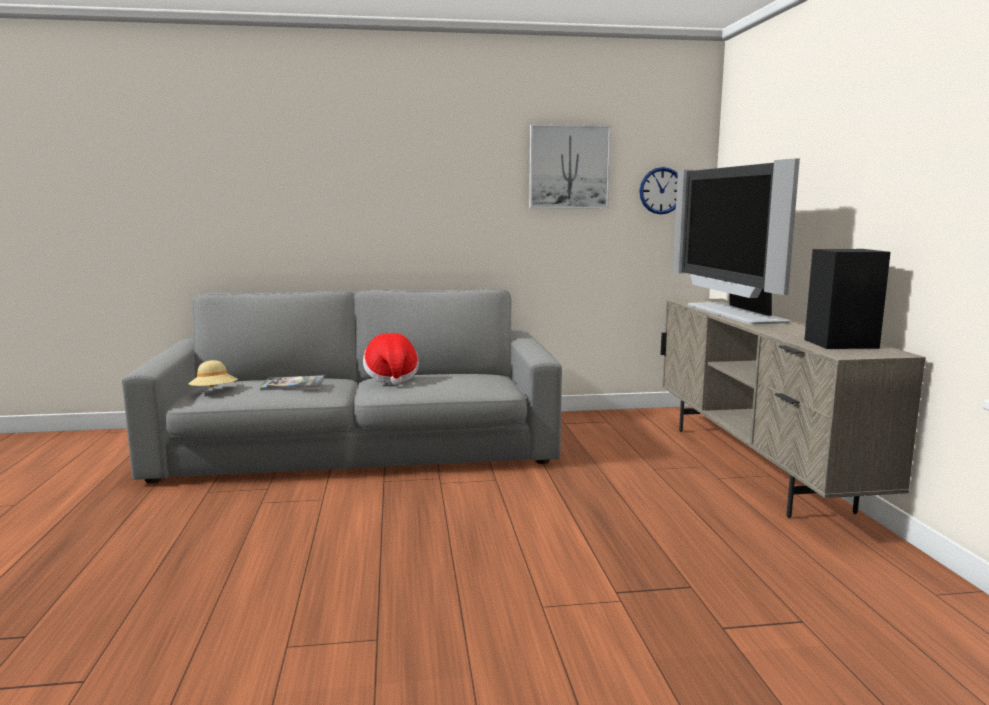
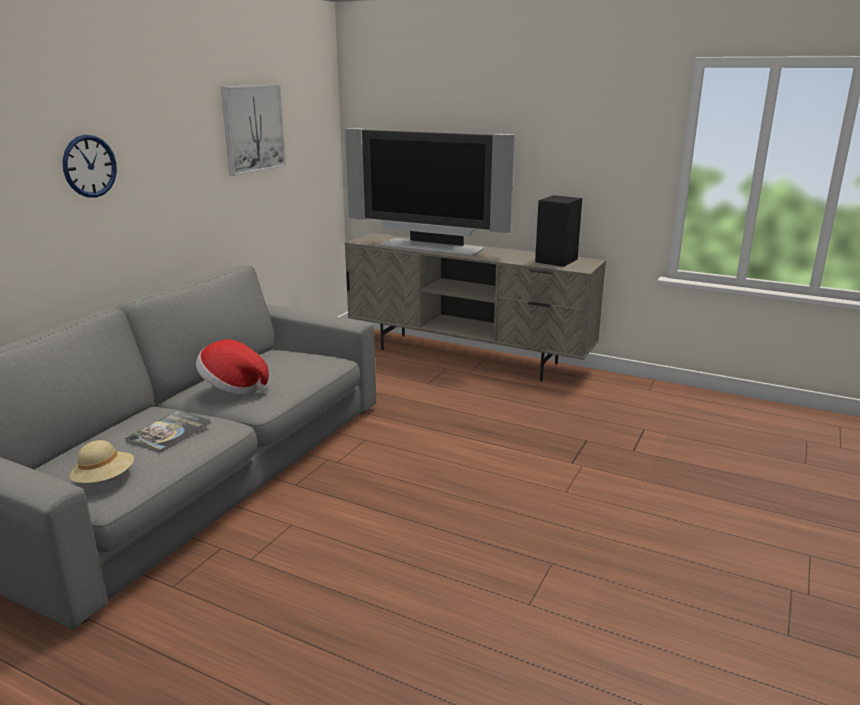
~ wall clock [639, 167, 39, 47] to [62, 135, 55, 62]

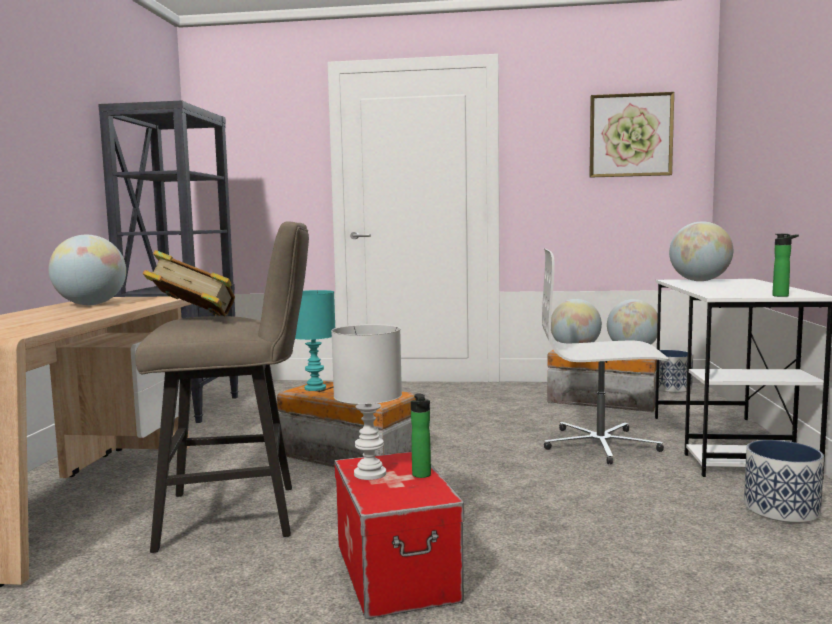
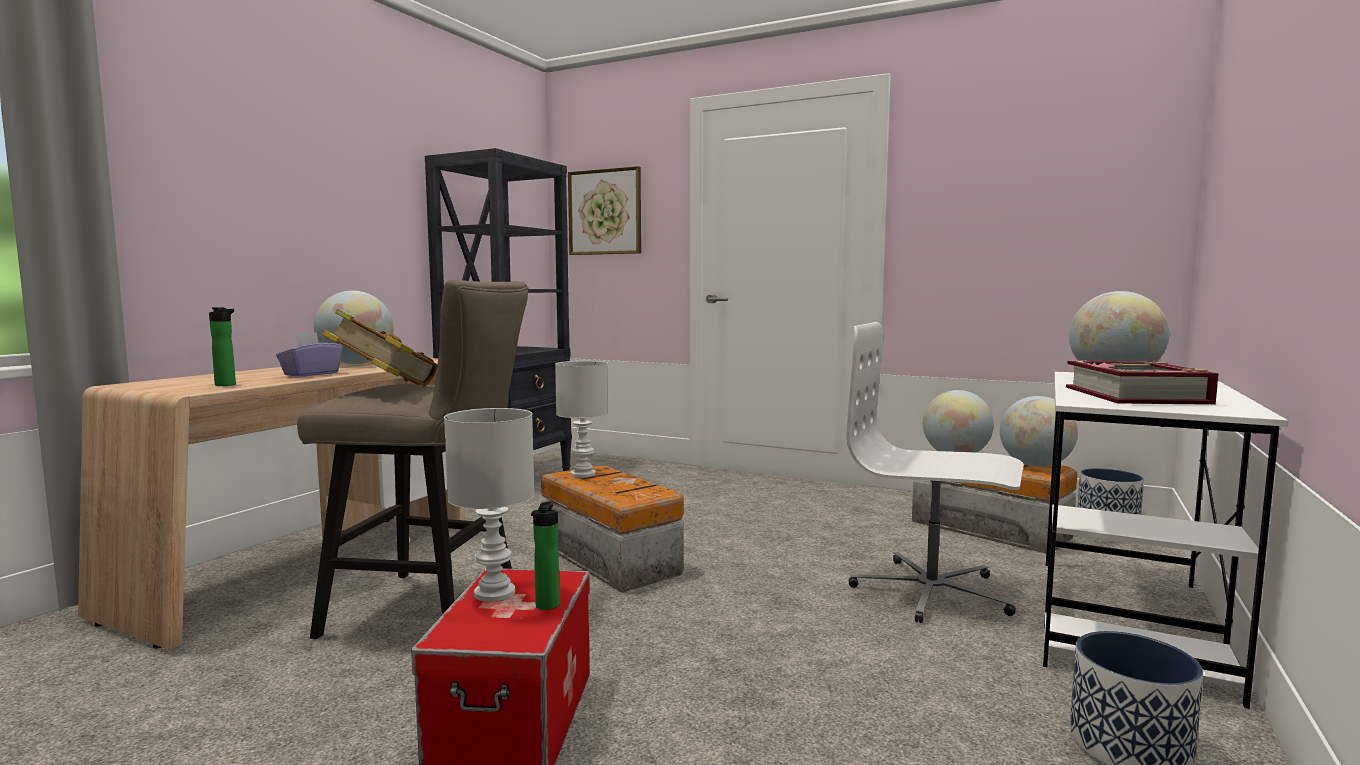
~ bottle [772, 234, 27, 63] to [209, 307, 27, 79]
+ purple tissue box [276, 332, 67, 45]
~ turquoise table lamp [295, 290, 40, 101] to white table lamp [555, 361, 53, 117]
~ picture [590, 92, 84, 86] to [568, 166, 73, 89]
+ book [1066, 360, 153, 45]

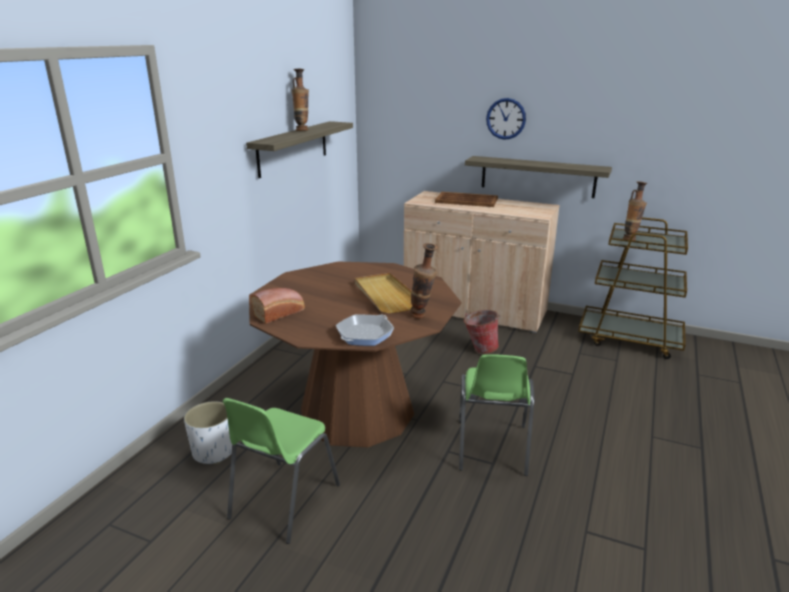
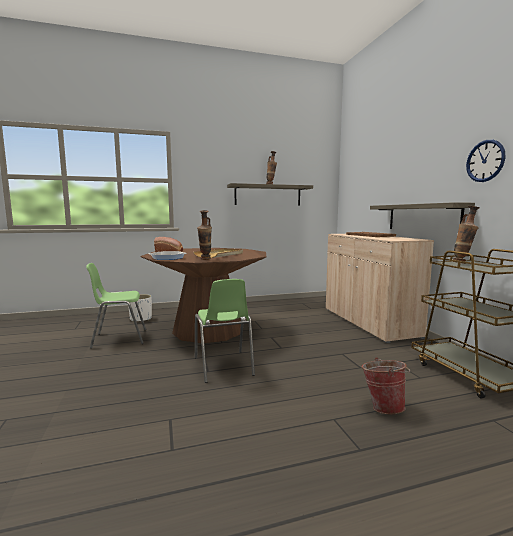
~ green chair [459, 354, 75, 122] = [195, 279, 60, 104] 75 degrees counterclockwise
~ bucket [464, 310, 37, 44] to [361, 358, 49, 56]
~ wall clock [486, 98, 40, 42] to [466, 140, 39, 42]

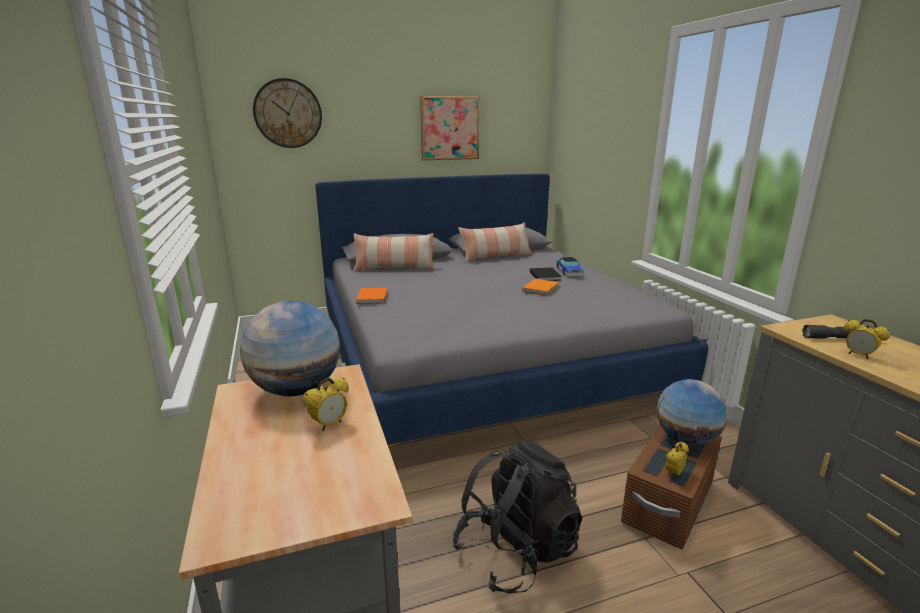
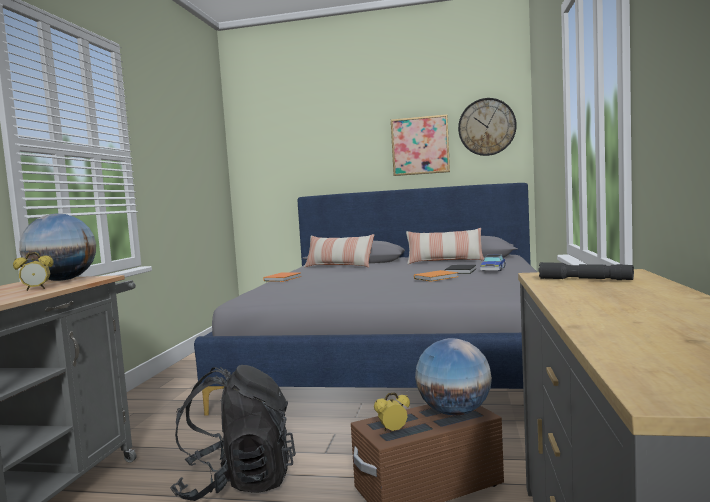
~ wall clock [253, 78, 69, 70] to [458, 98, 59, 58]
- alarm clock [844, 319, 46, 40]

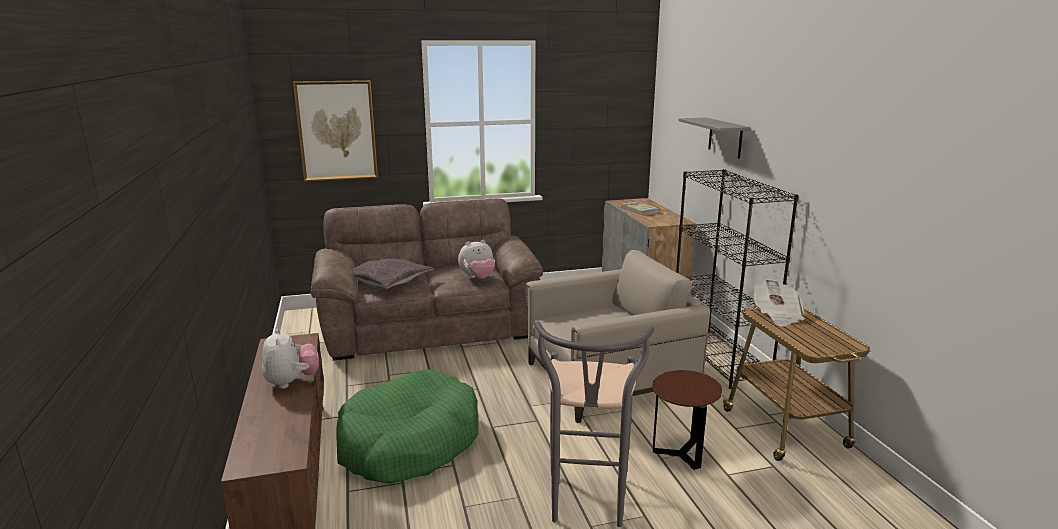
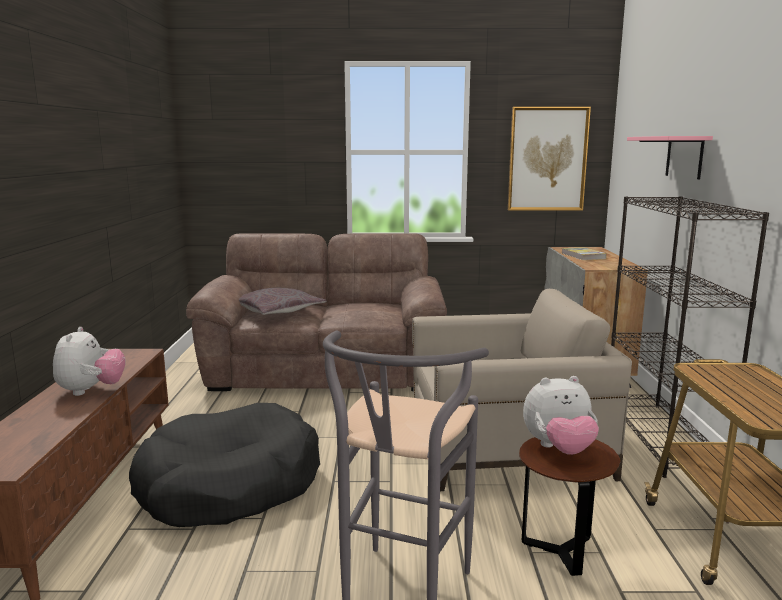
~ green dog bed [336, 369, 143, 114] to black dog bed [129, 403, 191, 124]
~ picture [293, 80, 85, 101] to [508, 107, 83, 104]
~ plush toy [458, 240, 37, 39] to [523, 376, 76, 79]
~ grey shelf [679, 117, 71, 42] to pink shelf [627, 136, 86, 43]
- newspaper [753, 279, 51, 47]

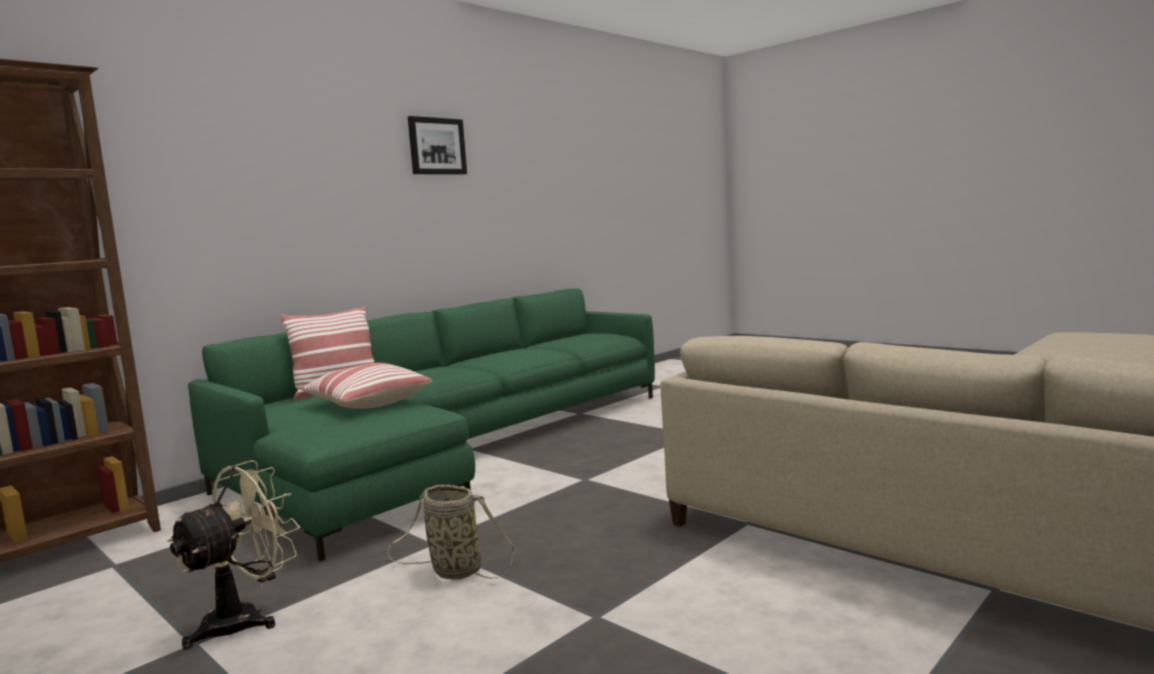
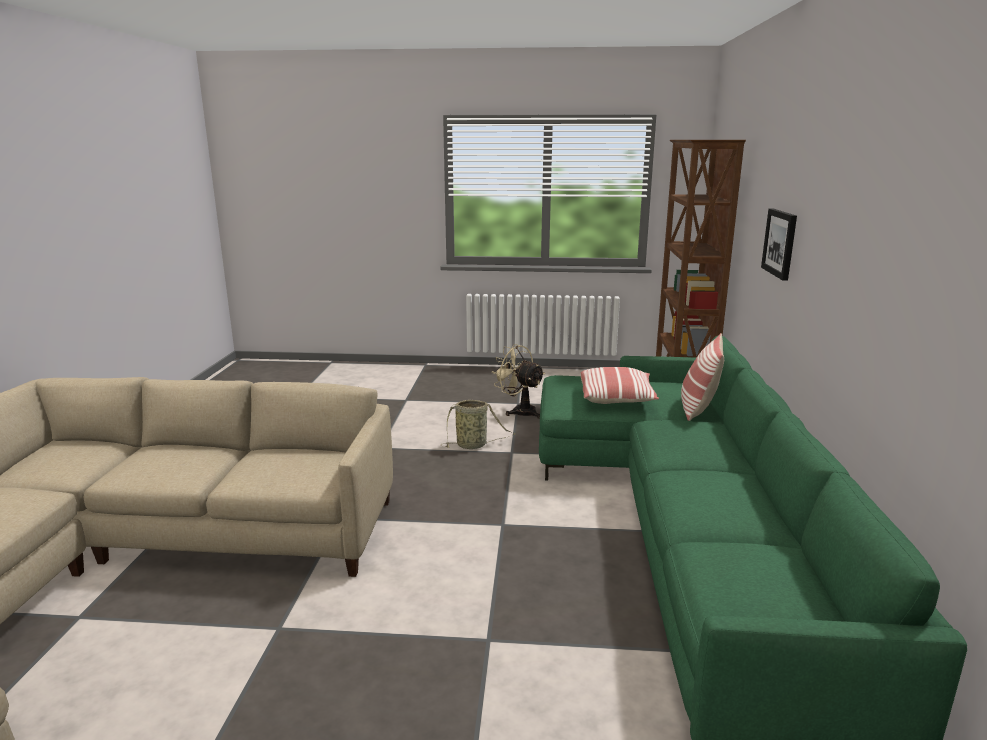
~ beige fan [167, 460, 133, 189] = [492, 344, 53, 75] 135 degrees clockwise
~ picture [408, 116, 59, 58] to [761, 209, 36, 72]

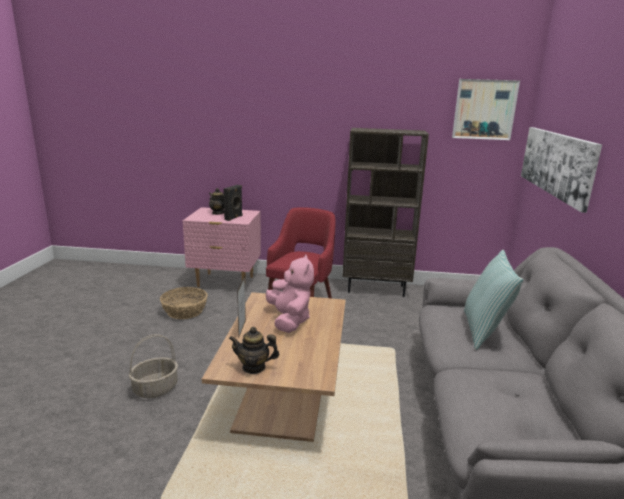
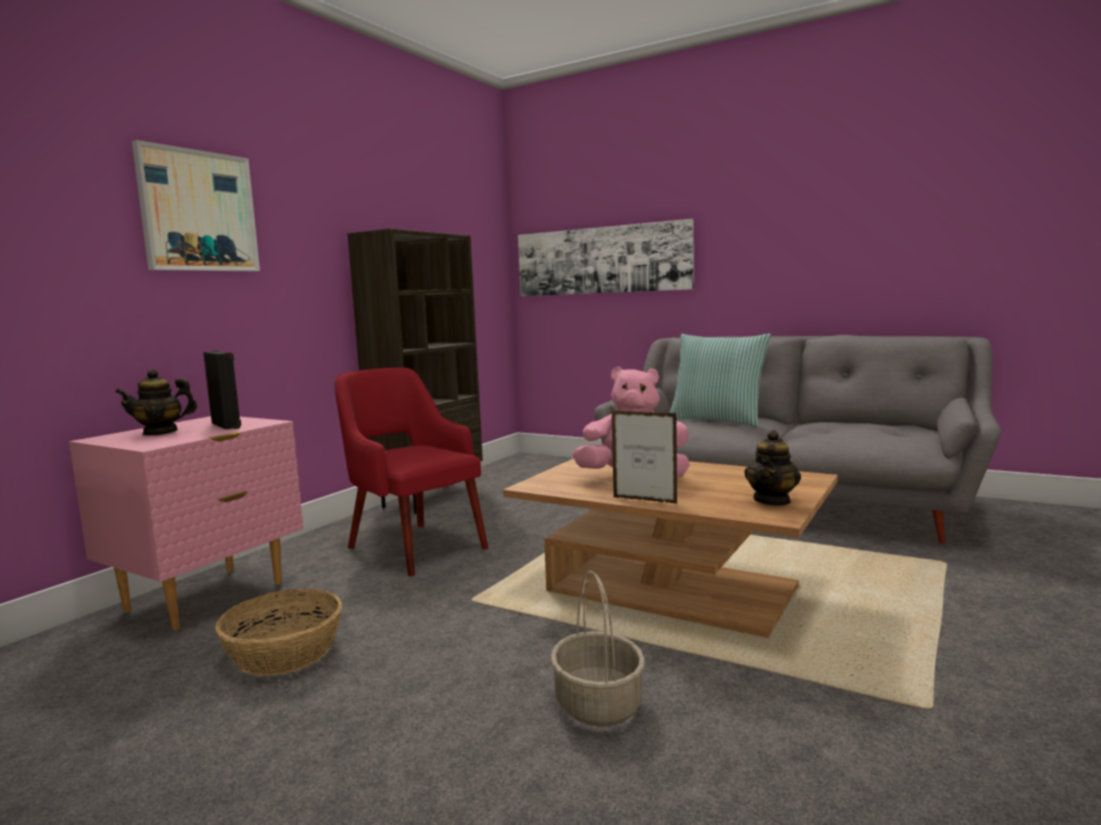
~ picture [452, 79, 68, 61] to [132, 140, 128, 131]

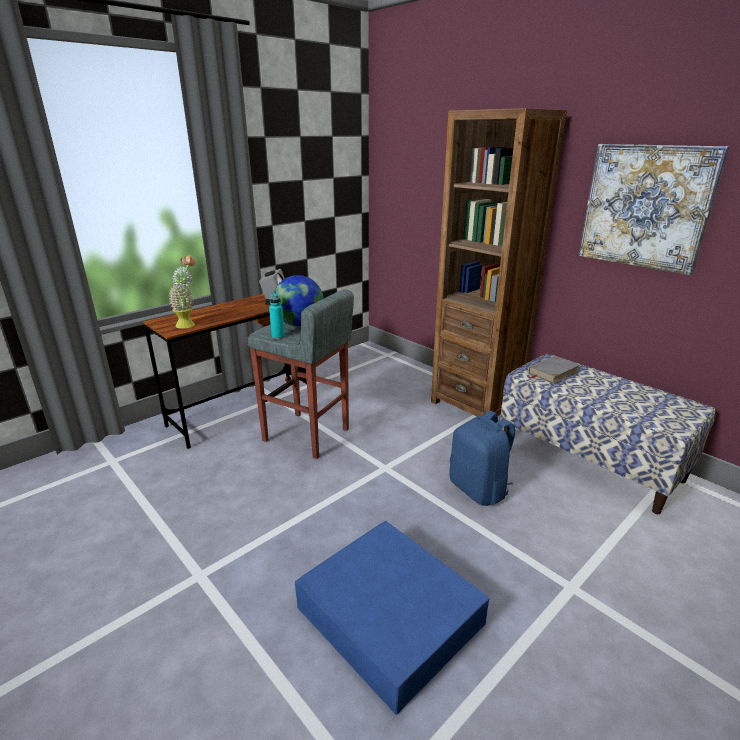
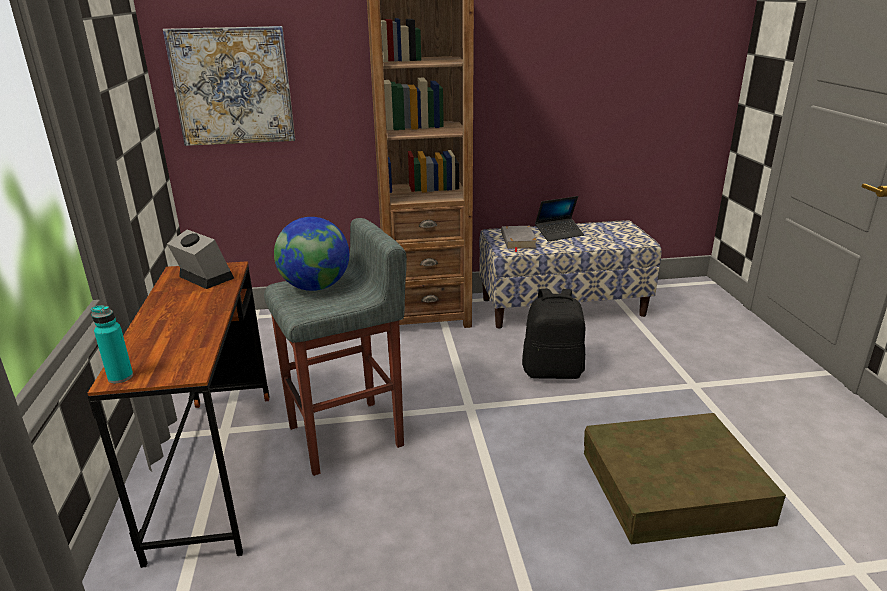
~ turquoise bottle [269, 293, 16, 46] to [91, 305, 42, 78]
~ picture [578, 144, 151, 131] to [163, 26, 132, 120]
~ blue backpack [449, 410, 66, 96] to black backpack [522, 289, 63, 90]
+ laptop [535, 196, 49, 46]
~ blue storage box [295, 521, 195, 194] to brown storage box [584, 413, 202, 131]
- potted plant [168, 255, 28, 74]

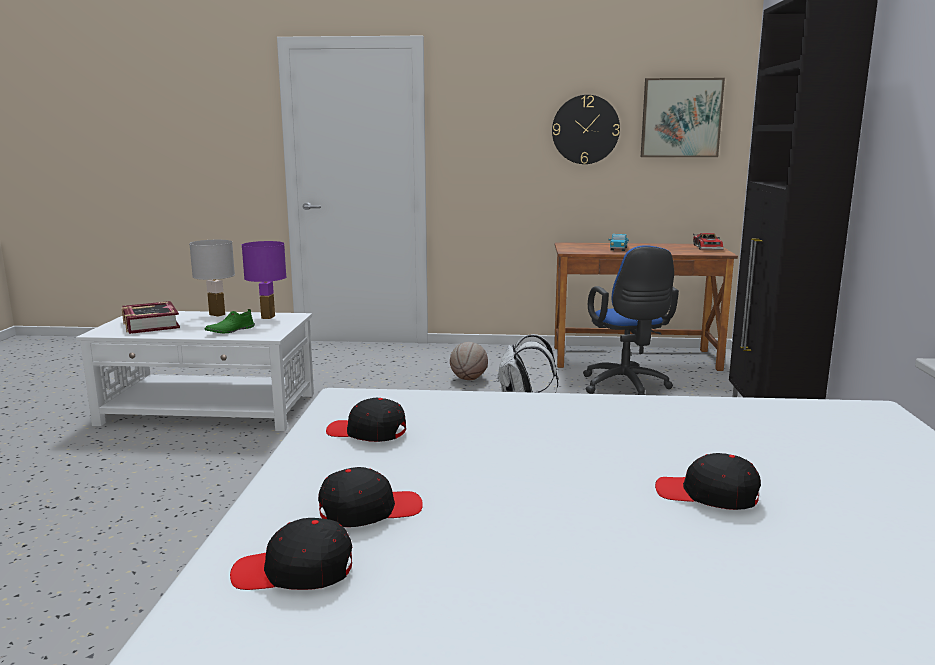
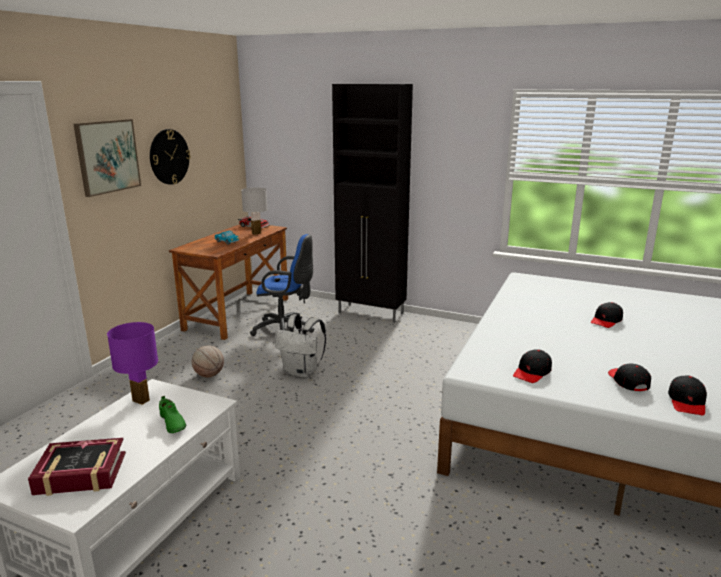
~ picture [641, 78, 84, 79] to [73, 119, 68, 78]
~ white table lamp [189, 240, 46, 77] to [241, 187, 27, 48]

